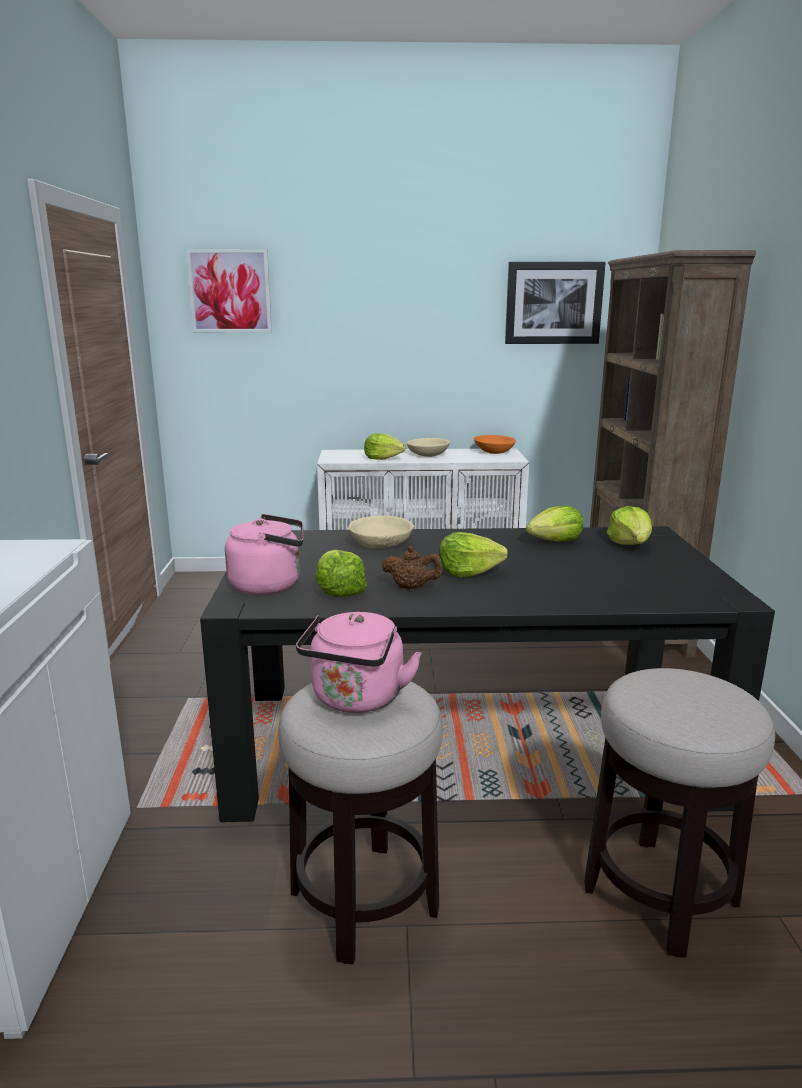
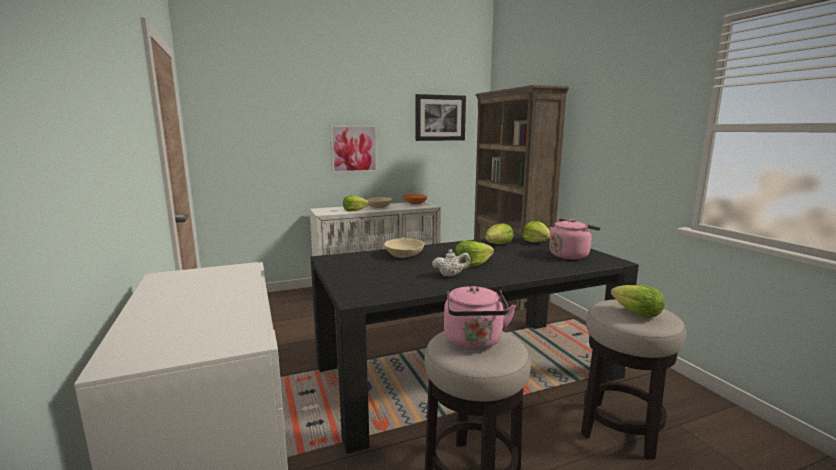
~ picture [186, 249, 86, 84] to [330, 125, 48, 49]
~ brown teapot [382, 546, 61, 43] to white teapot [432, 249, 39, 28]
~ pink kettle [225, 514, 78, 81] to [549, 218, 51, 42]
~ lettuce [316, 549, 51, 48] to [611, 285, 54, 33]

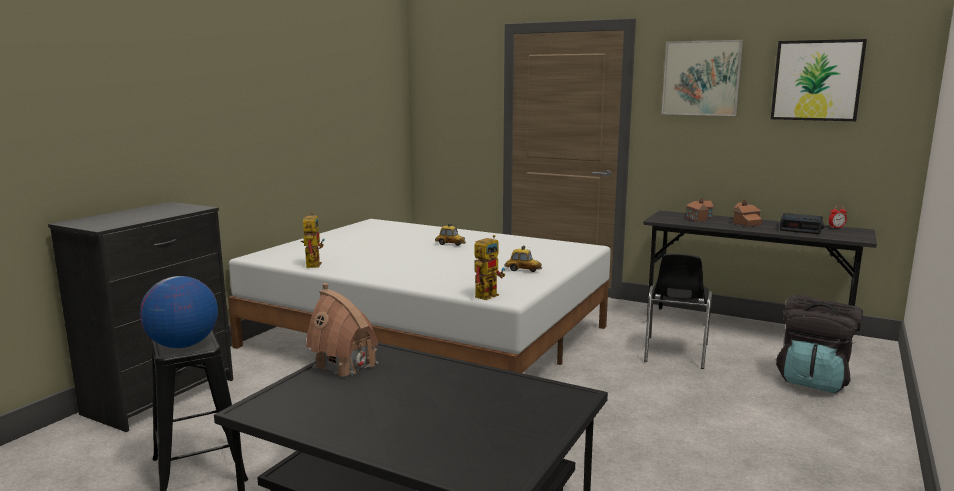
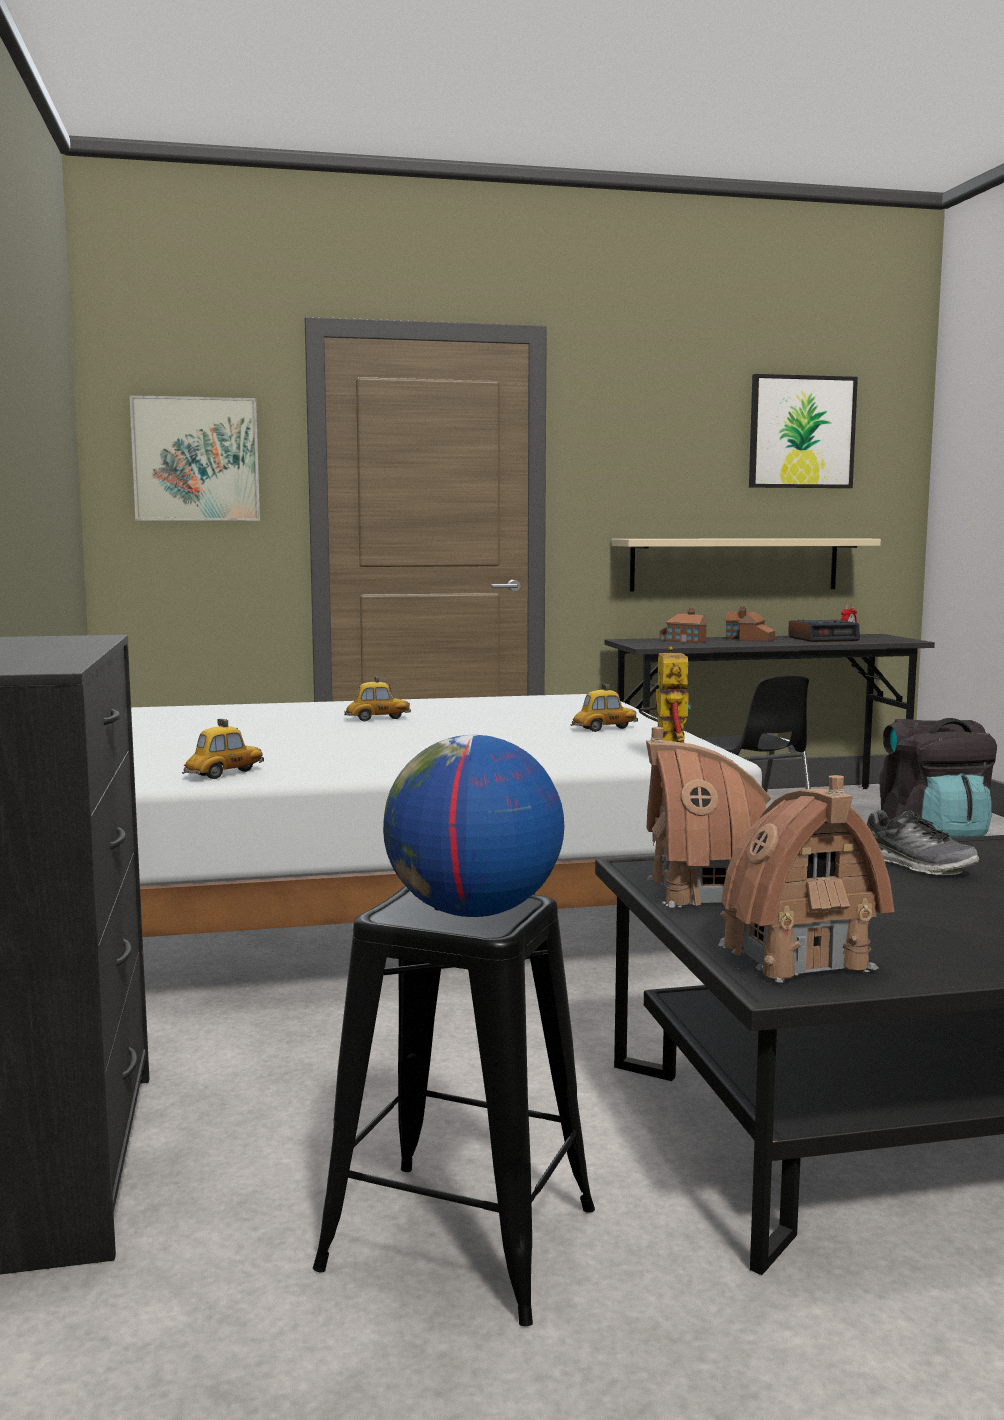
~ picture [662, 40, 81, 76] to [129, 395, 131, 126]
~ toy robot [301, 212, 24, 56] to toy car [182, 719, 82, 60]
+ beige shelf [612, 538, 269, 53]
+ toy house [719, 775, 176, 208]
+ shoe [866, 810, 114, 65]

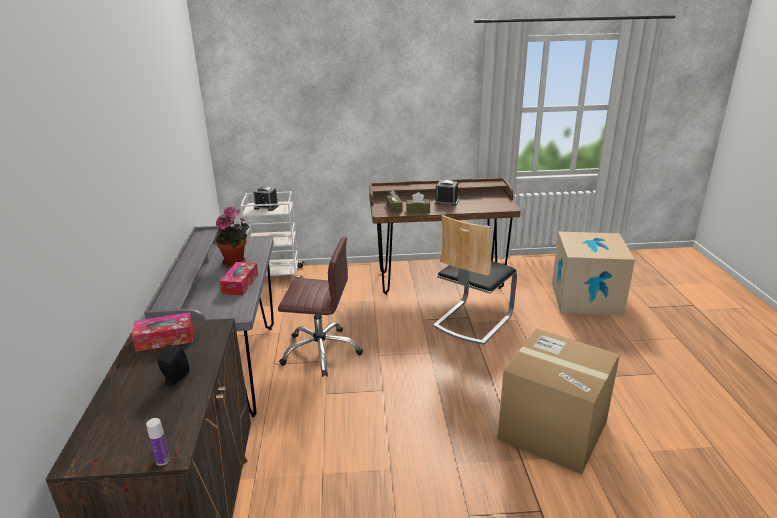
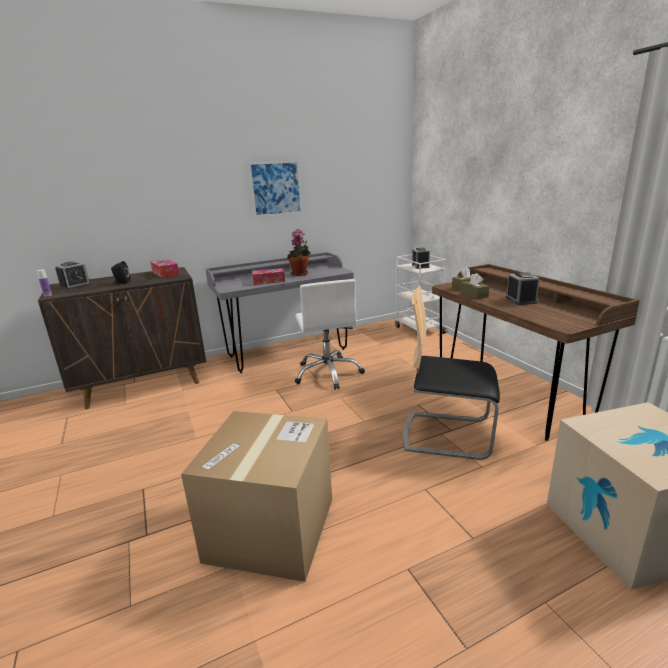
+ alarm clock [55, 262, 37, 28]
+ picture [249, 161, 53, 56]
~ brown office chair [278, 236, 85, 141] to white office chair [295, 279, 70, 111]

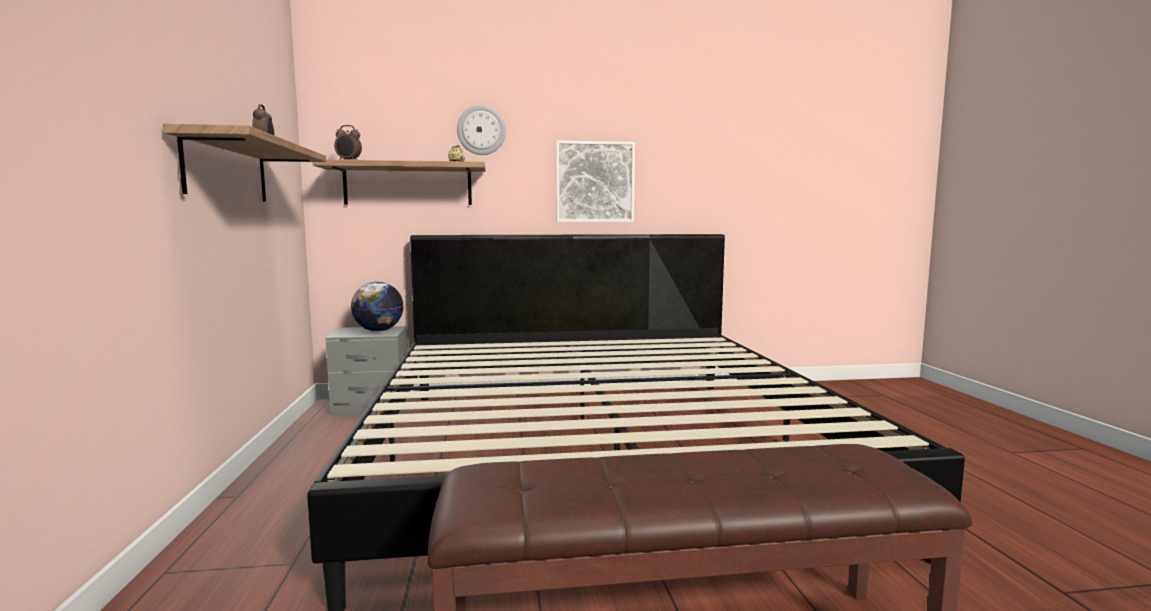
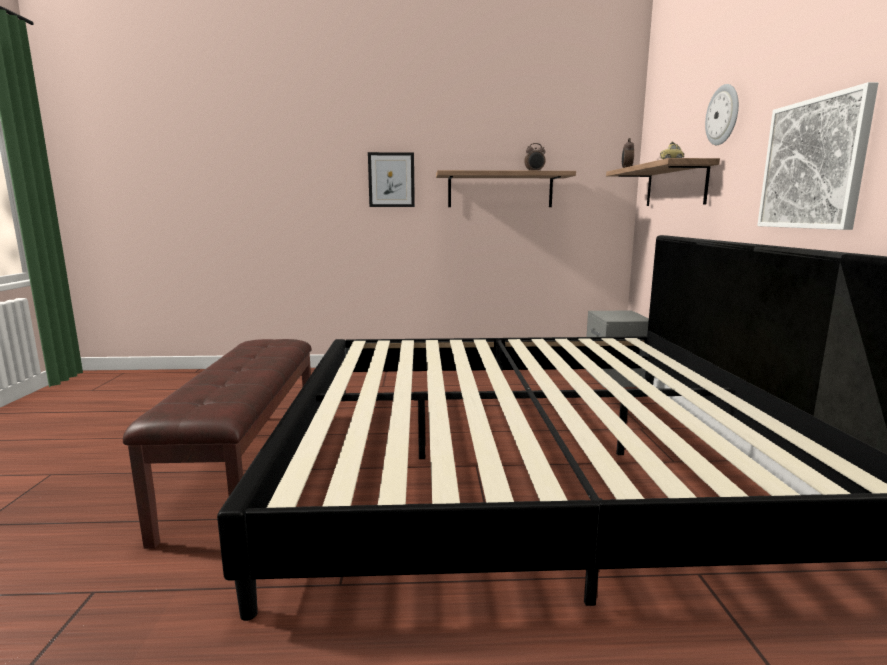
+ picture [368, 152, 47, 55]
- globe [351, 282, 53, 49]

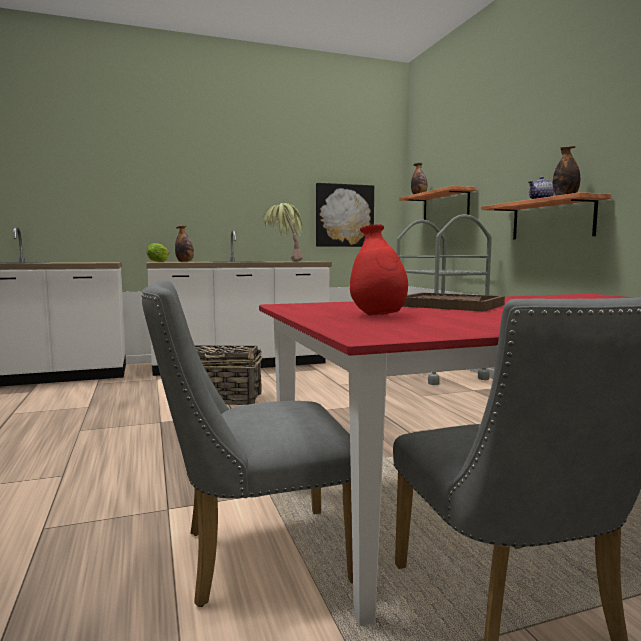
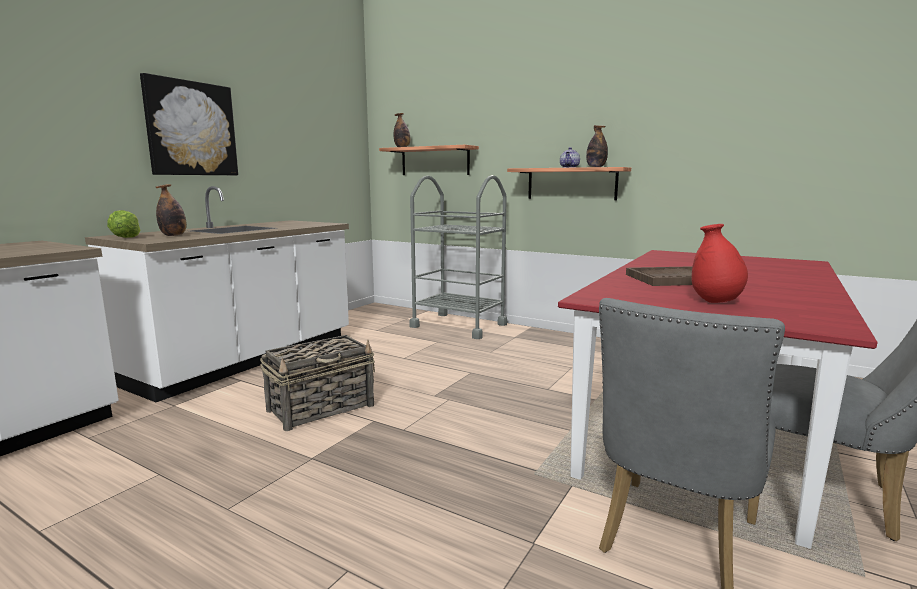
~ picture [316, 183, 58, 64] to [140, 73, 98, 102]
- potted plant [262, 203, 41, 59]

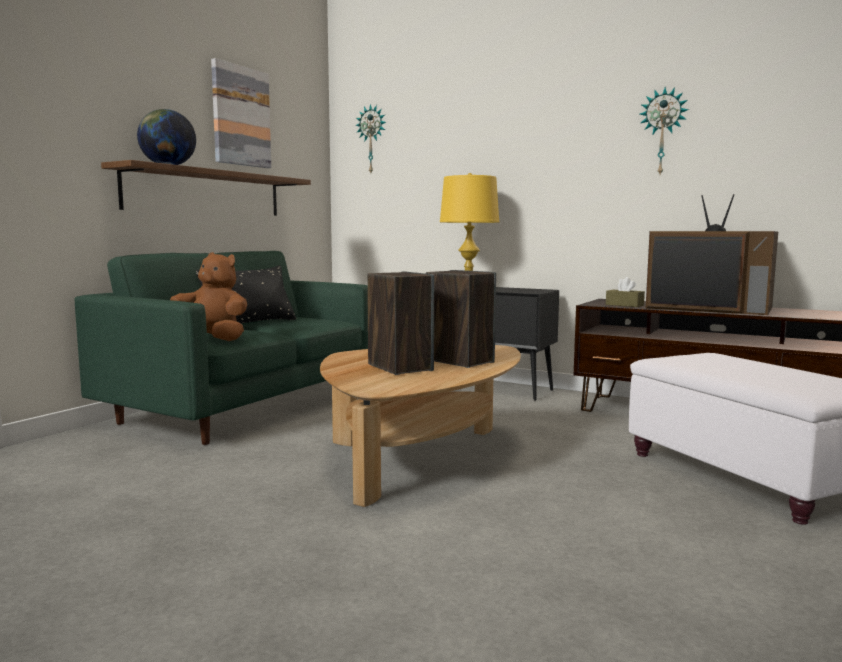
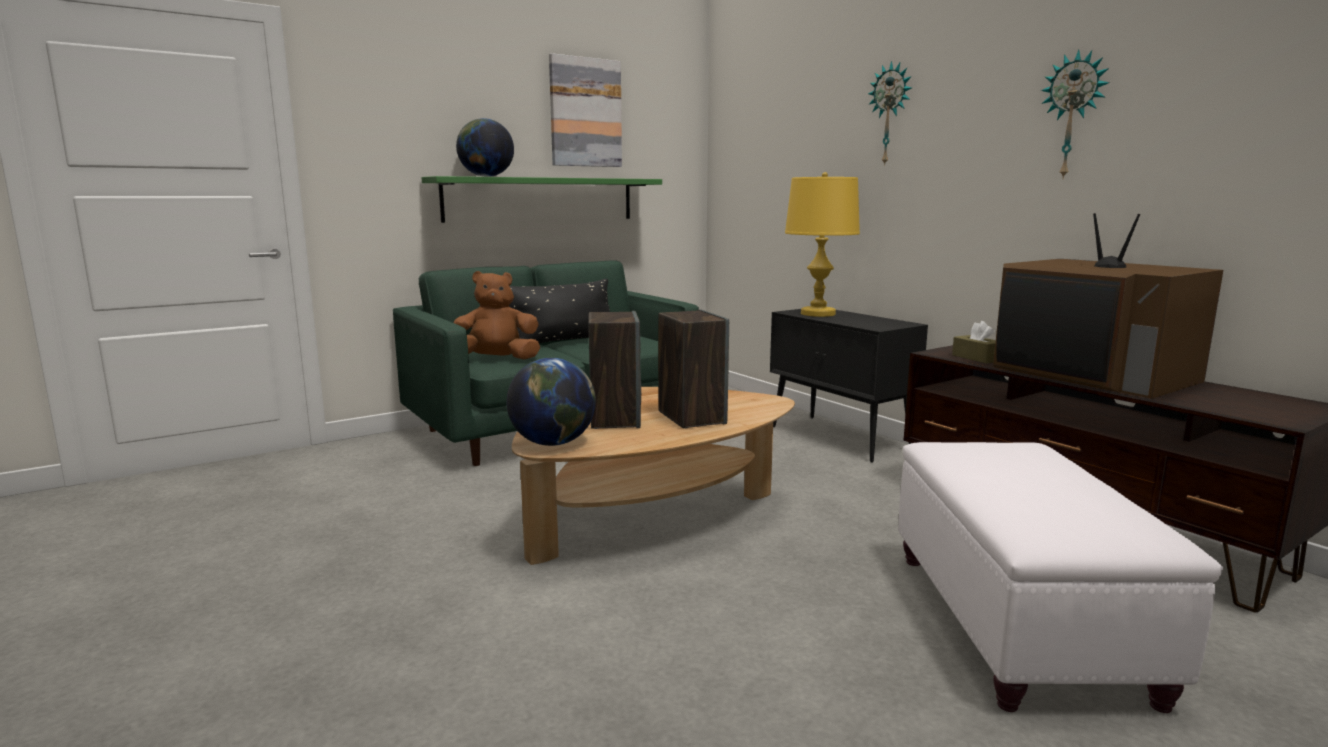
~ brown shelf [101, 160, 210, 56] to green shelf [422, 176, 240, 47]
~ brown plush toy [170, 252, 77, 89] = [454, 271, 86, 89] 60 degrees counterclockwise
+ globe [507, 358, 89, 88]
~ wall clock [355, 104, 31, 69] to [868, 61, 44, 105]

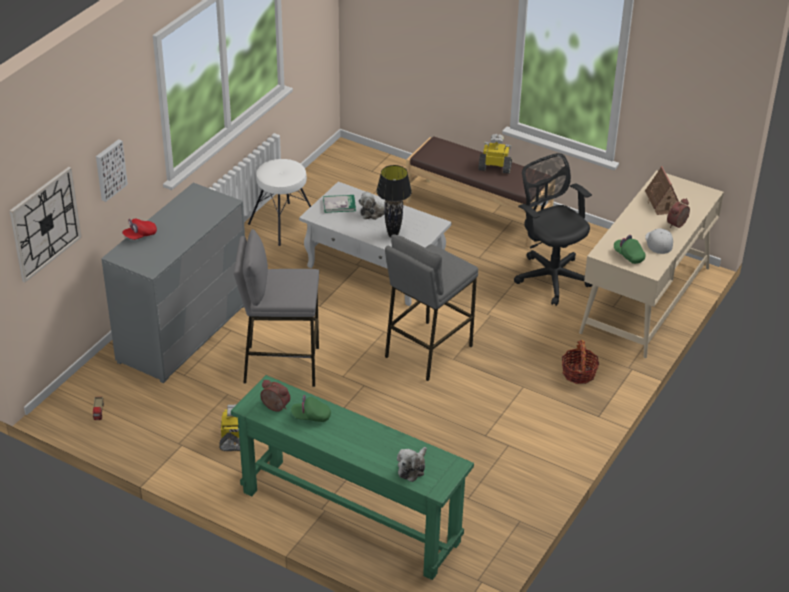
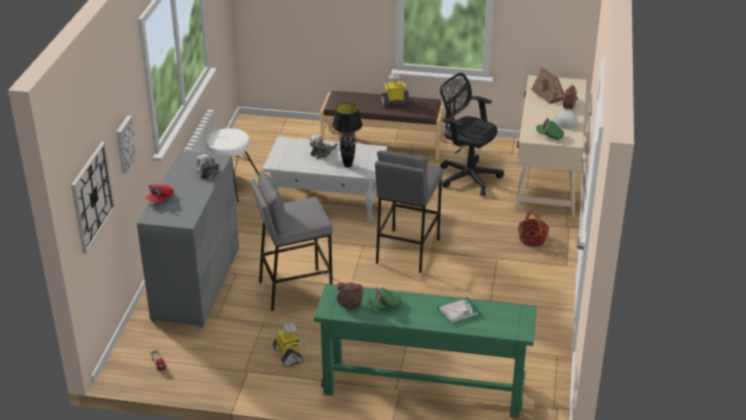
~ plush toy [397, 447, 30, 35] to [196, 154, 23, 25]
~ book [323, 195, 33, 18] to [438, 297, 42, 27]

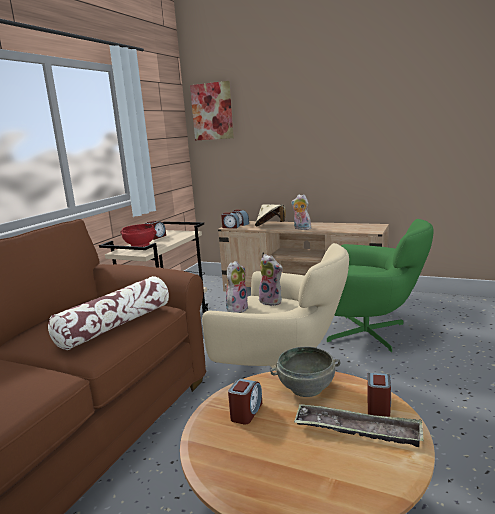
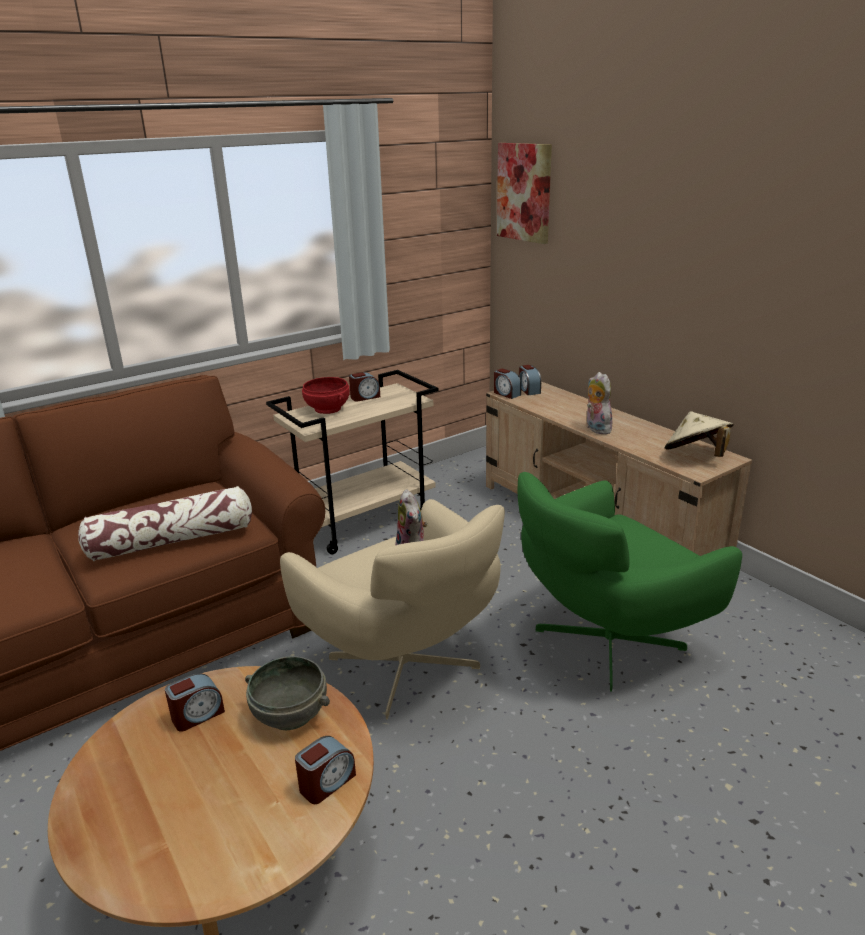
~ green armchair [327, 219, 107, 133] = [518, 472, 224, 220] 90 degrees clockwise
~ beige hat [255, 204, 31, 22] to [665, 411, 69, 46]
- plush toy [225, 261, 23, 52]
- tray [294, 404, 130, 43]

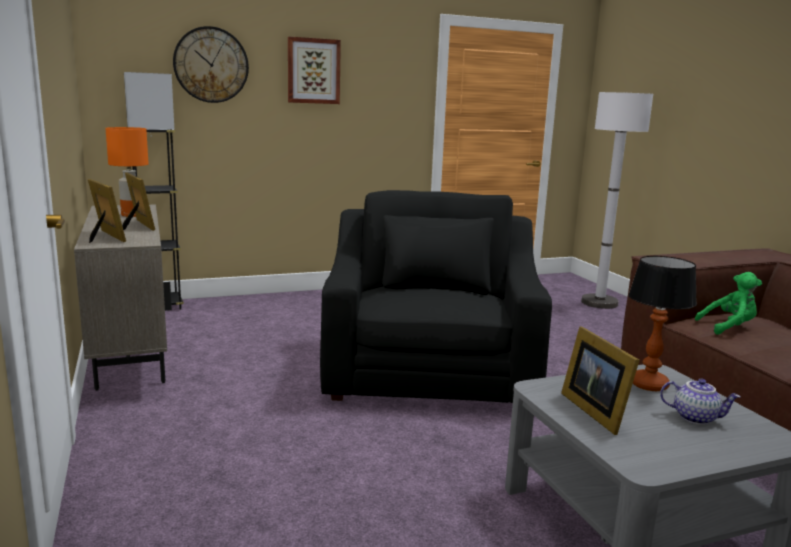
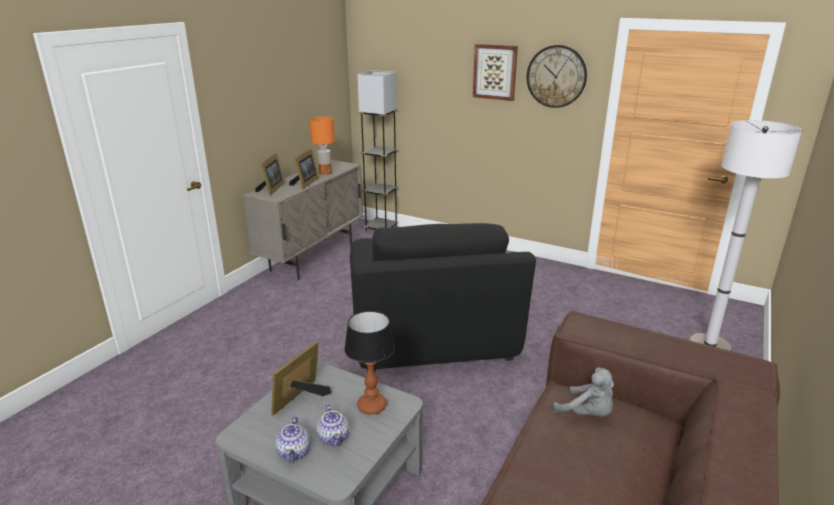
+ teapot [275, 417, 35, 45]
~ black armchair [320, 190, 232, 213] = [350, 223, 186, 149] 120 degrees clockwise
~ wall clock [173, 26, 76, 77] to [527, 45, 60, 63]
~ green plush toy [695, 272, 67, 63] to grey plush toy [553, 367, 61, 49]

